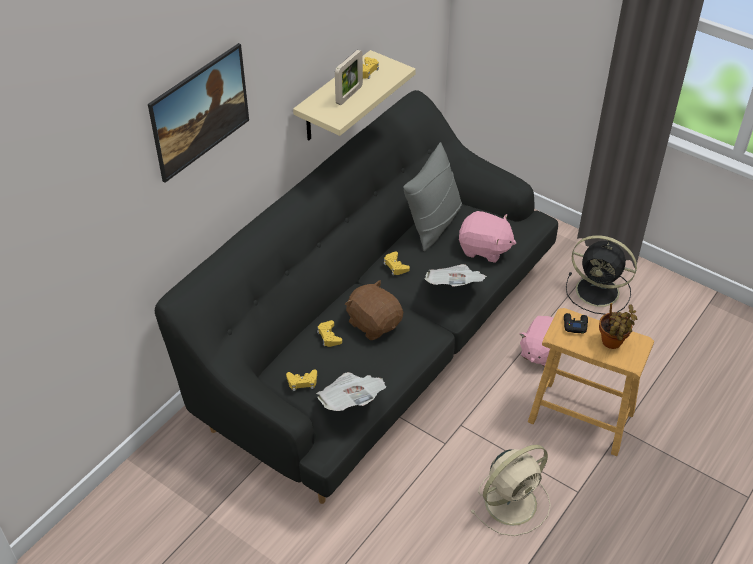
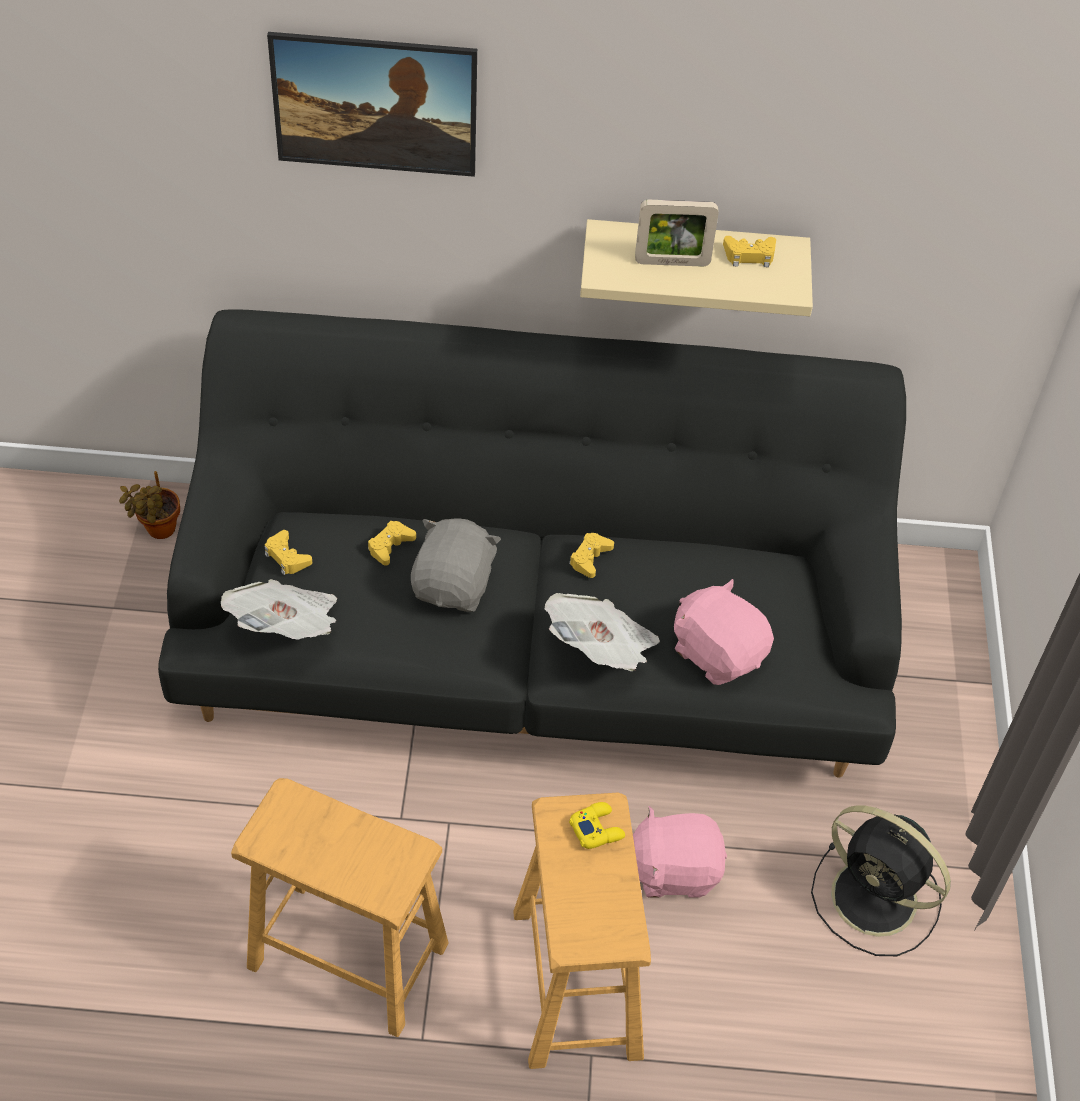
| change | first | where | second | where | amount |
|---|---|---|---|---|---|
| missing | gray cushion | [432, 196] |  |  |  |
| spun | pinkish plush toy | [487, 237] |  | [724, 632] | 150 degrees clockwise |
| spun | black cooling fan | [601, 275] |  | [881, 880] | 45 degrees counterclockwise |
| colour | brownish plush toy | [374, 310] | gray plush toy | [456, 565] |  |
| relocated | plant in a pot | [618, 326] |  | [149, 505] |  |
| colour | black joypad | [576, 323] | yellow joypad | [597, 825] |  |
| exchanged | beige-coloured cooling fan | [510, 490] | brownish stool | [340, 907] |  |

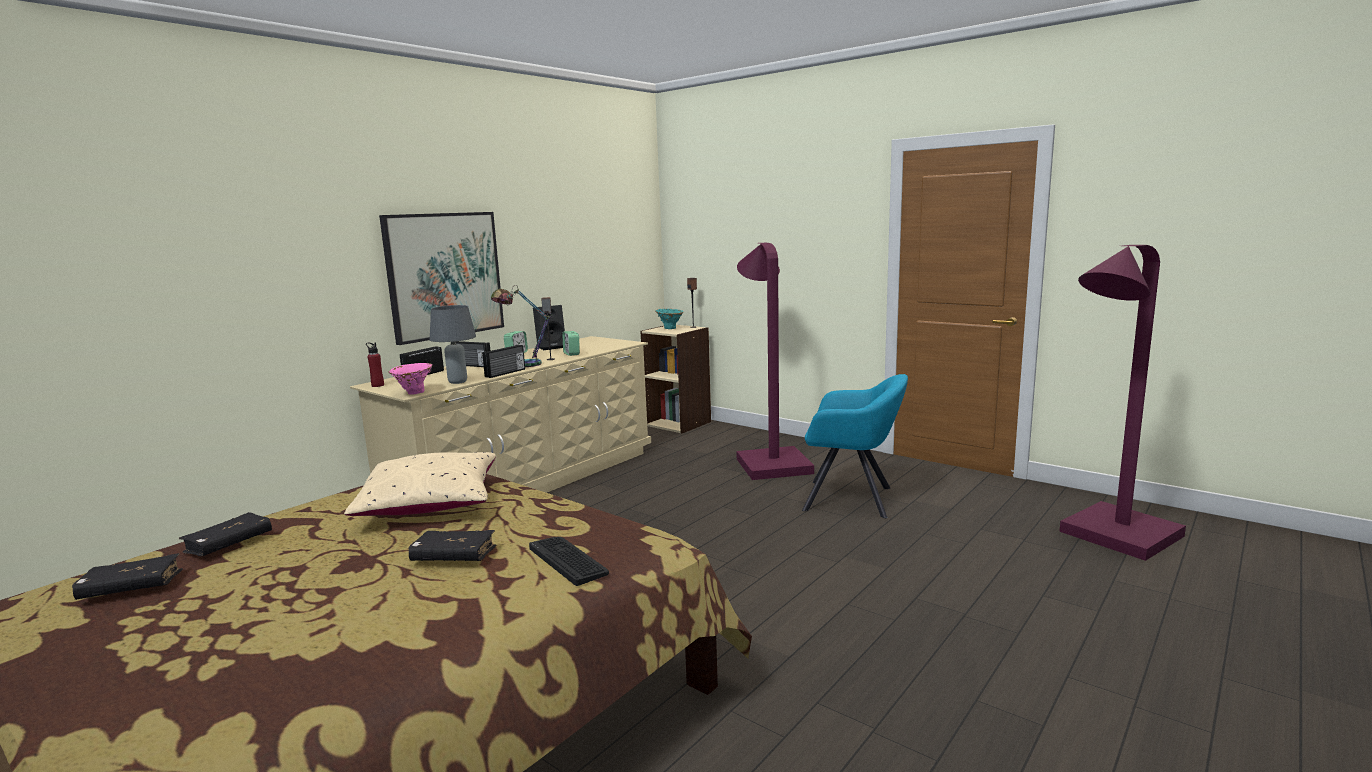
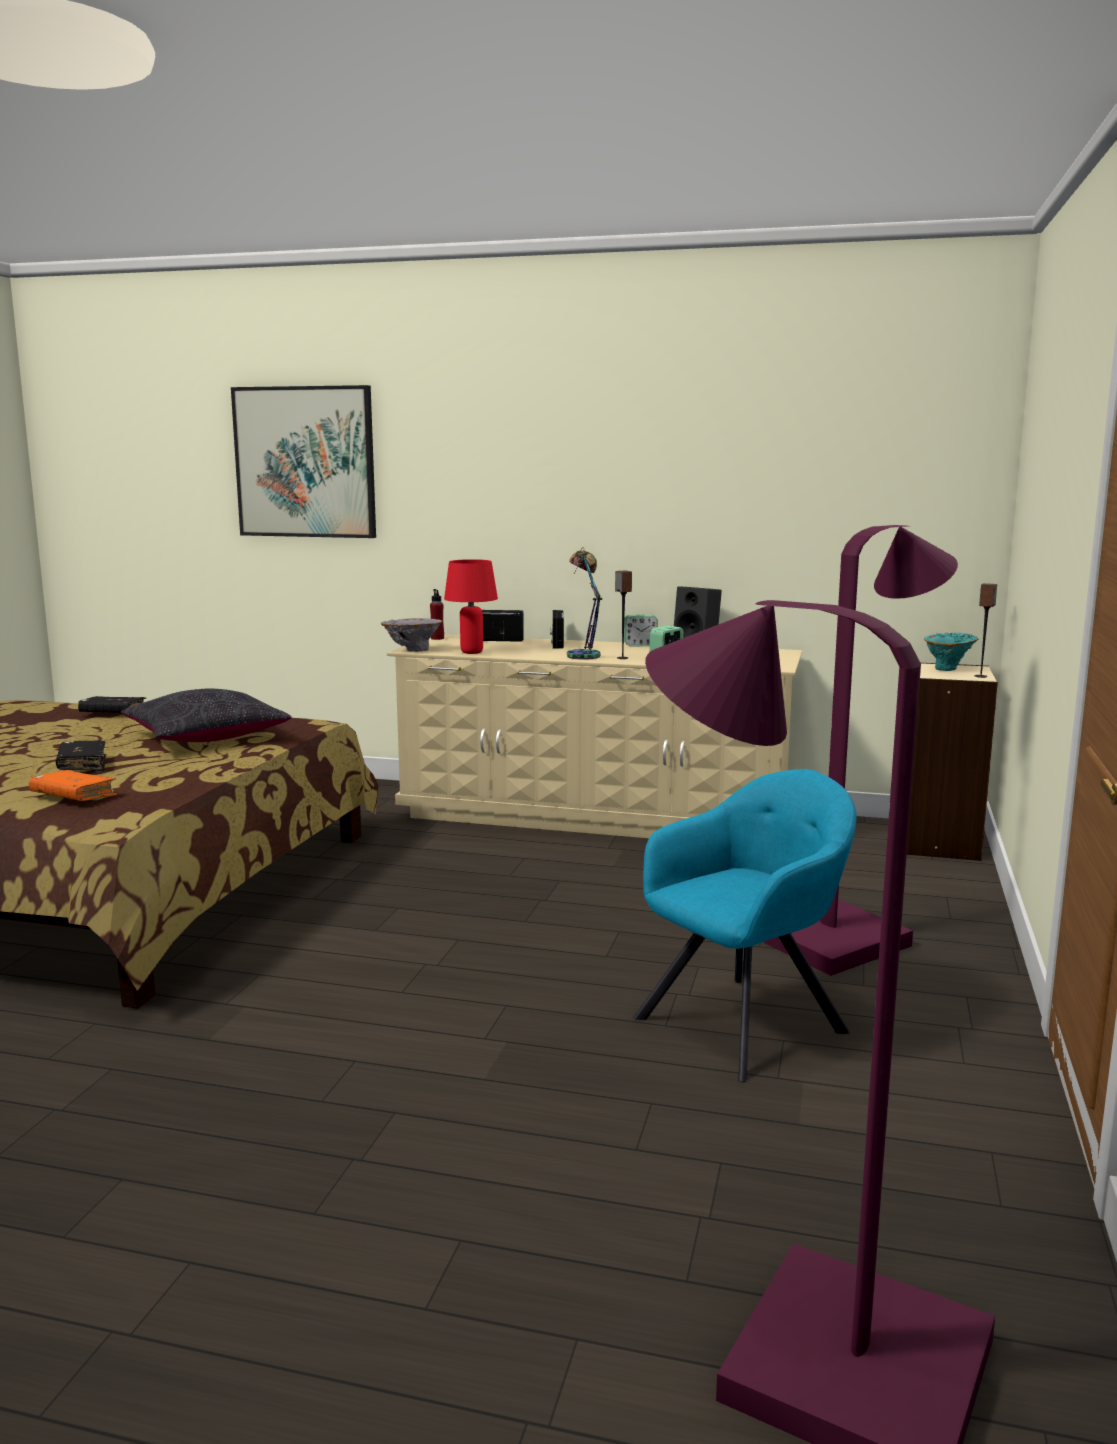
| change | first | where | second | where | amount |
|---|---|---|---|---|---|
| relocated | wall picture | [441, 278] |  | [303, 461] |  |
| colour | gray table lamp | [453, 344] | reddish table lamp | [471, 606] |  |
| missing | radio set | [503, 361] |  |  |  |
| colour | pinkish vase | [410, 379] | gray vase | [411, 635] |  |
| spun | turquoise-coloured lounge chair | [855, 446] |  | [745, 925] | 120 degrees counterclockwise |
| colour | beige-coloured cushion | [420, 484] | black cushion | [206, 715] |  |
| exchanged | computer keyboard | [569, 561] | orange-coloured book | [73, 785] |  |
| missing | black book | [127, 576] |  |  |  |

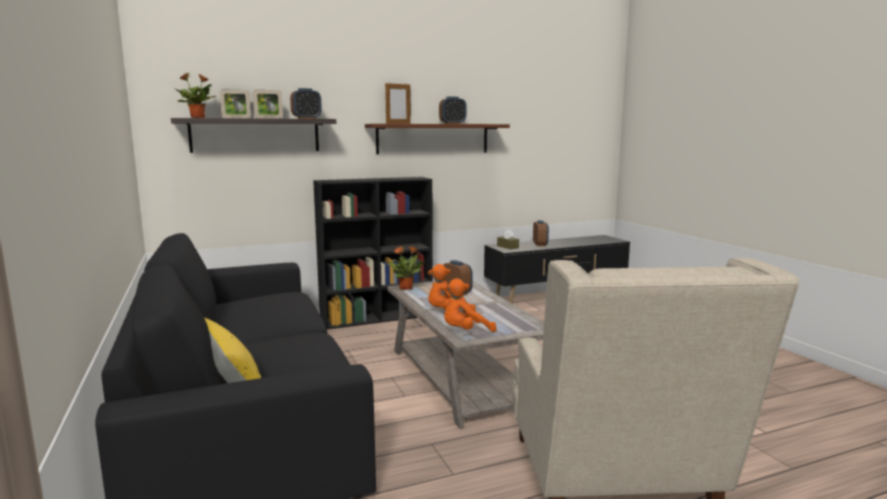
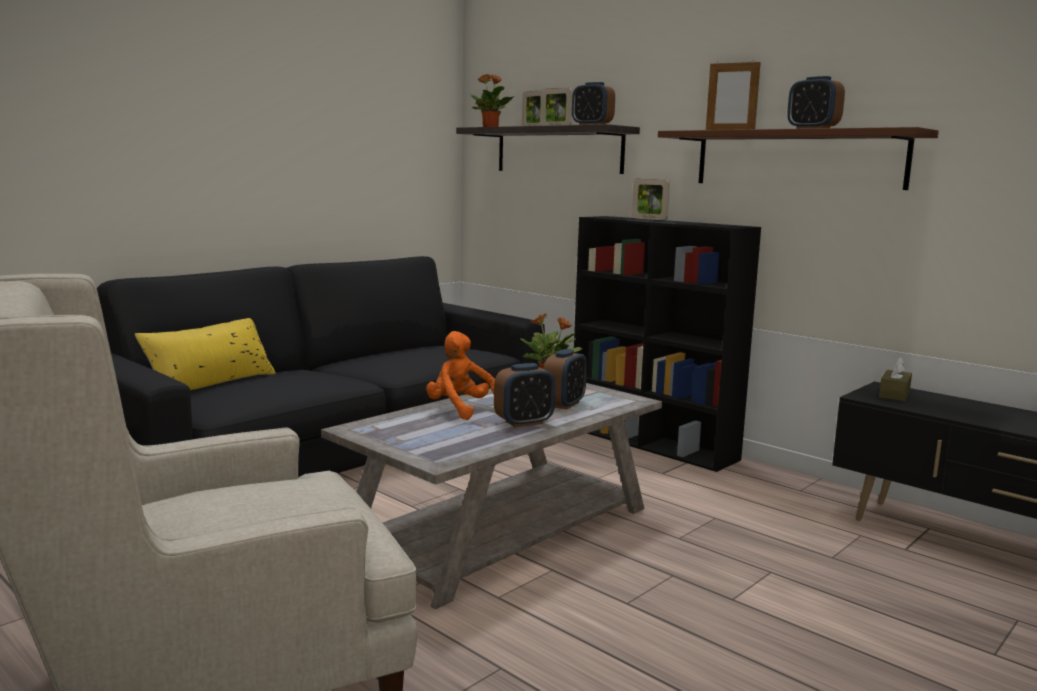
| change | first | where | second | where | amount |
|---|---|---|---|---|---|
| relocated | table clock | [541, 233] |  | [525, 395] |  |
| missing | orange-coloured plush toy | [470, 305] |  |  |  |
| appeared |  |  | photo frame | [651, 199] |  |

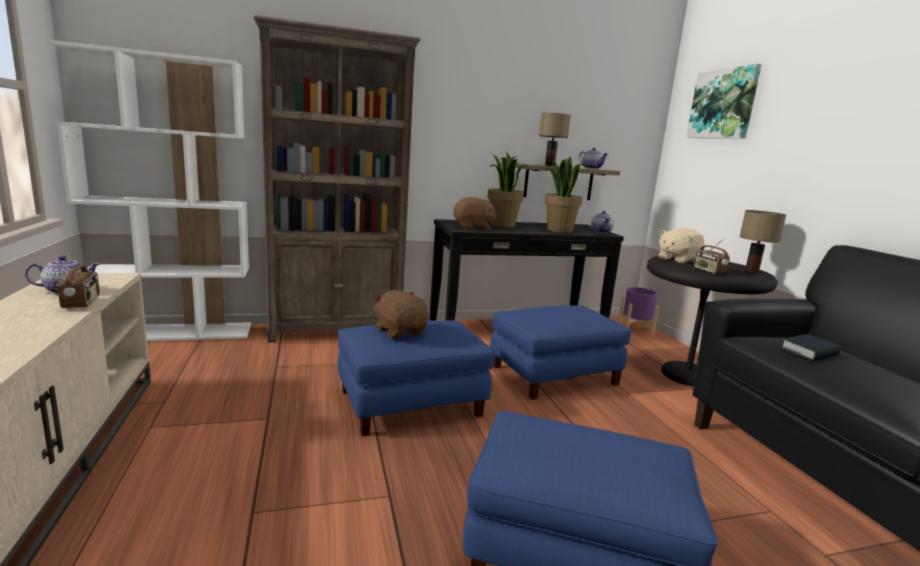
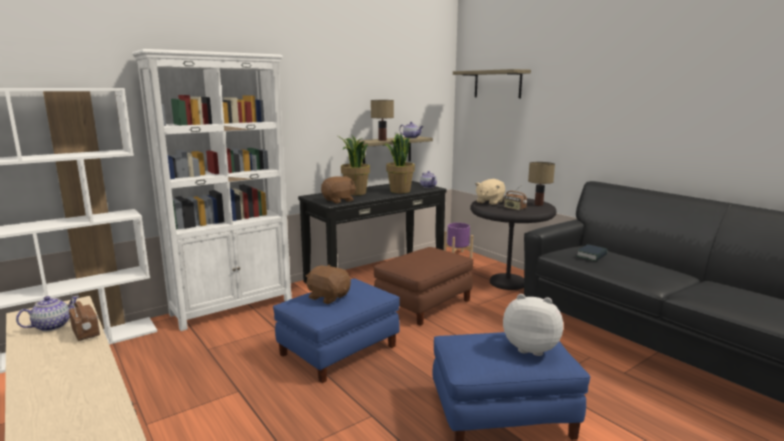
| change | first | where | second | where | amount |
|---|---|---|---|---|---|
| colour | brownish shelving unit | [337, 179] | white-coloured shelving unit | [212, 190] |  |
| exchanged | wall picture | [724, 101] | shelf | [492, 83] |  |
| colour | blue ottoman | [561, 352] | brownish ottoman | [423, 286] |  |
| appeared |  |  | plush toy | [533, 325] |  |

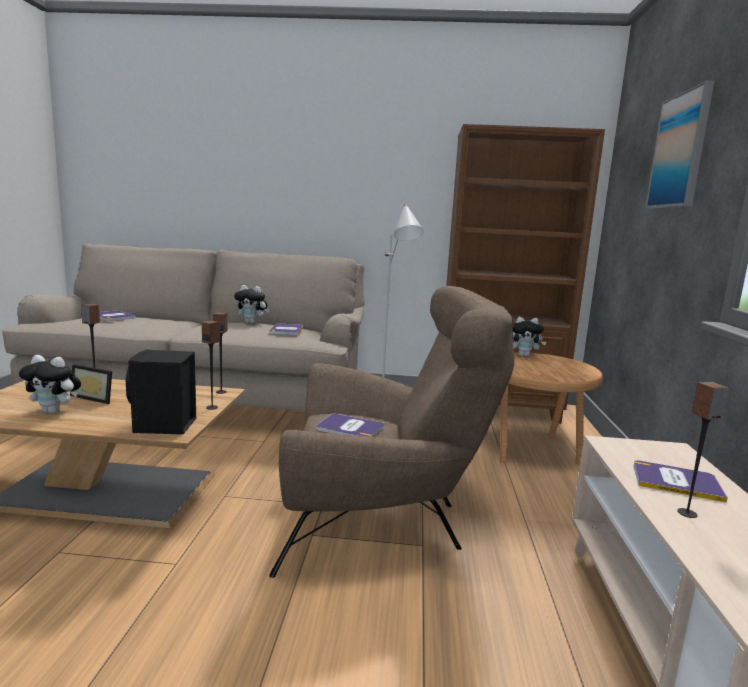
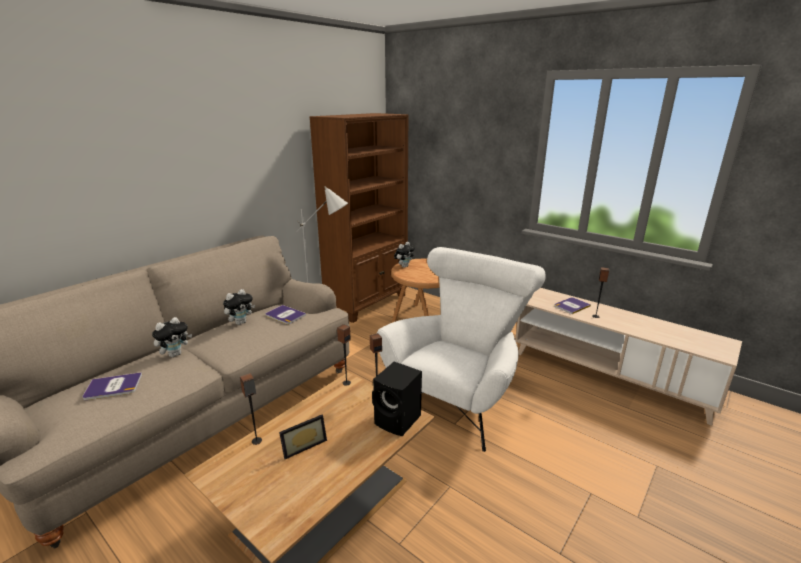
| change | first | where | second | where | amount |
|---|---|---|---|---|---|
| missing | wall picture | [679, 144] |  |  |  |
| colour | brownish lounge chair | [391, 432] | white-coloured lounge chair | [461, 349] |  |
| relocated | plush toy | [50, 384] |  | [172, 337] |  |
| missing | book | [350, 425] |  |  |  |

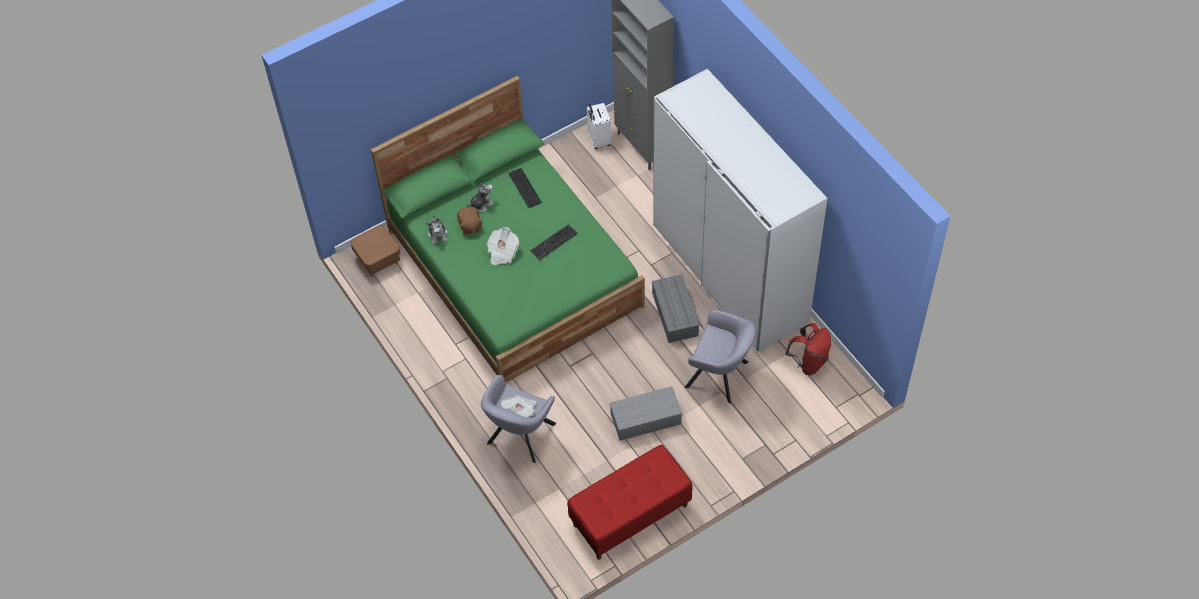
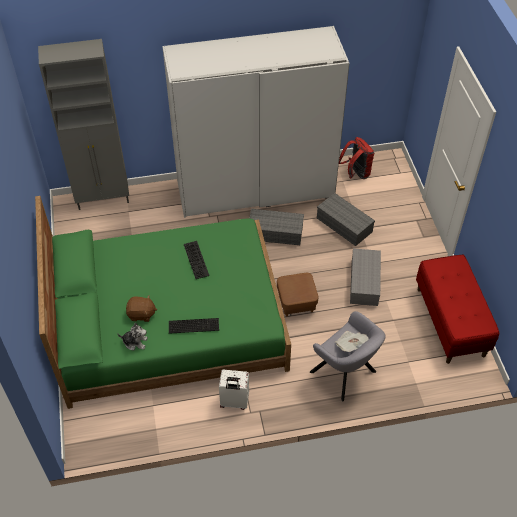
| change | first | where | second | where | amount |
|---|---|---|---|---|---|
| relocated | white-coloured travel case | [599, 126] |  | [234, 390] |  |
| relocated | computer keyboard | [525, 188] |  | [194, 326] |  |
| missing | plush toy | [480, 197] |  |  |  |
| relocated | brownish ottoman | [375, 250] |  | [297, 294] |  |
| missing | daily paper | [503, 246] |  |  |  |
| exchanged | gray lounge chair | [720, 356] | gray storage box | [346, 219] |  |

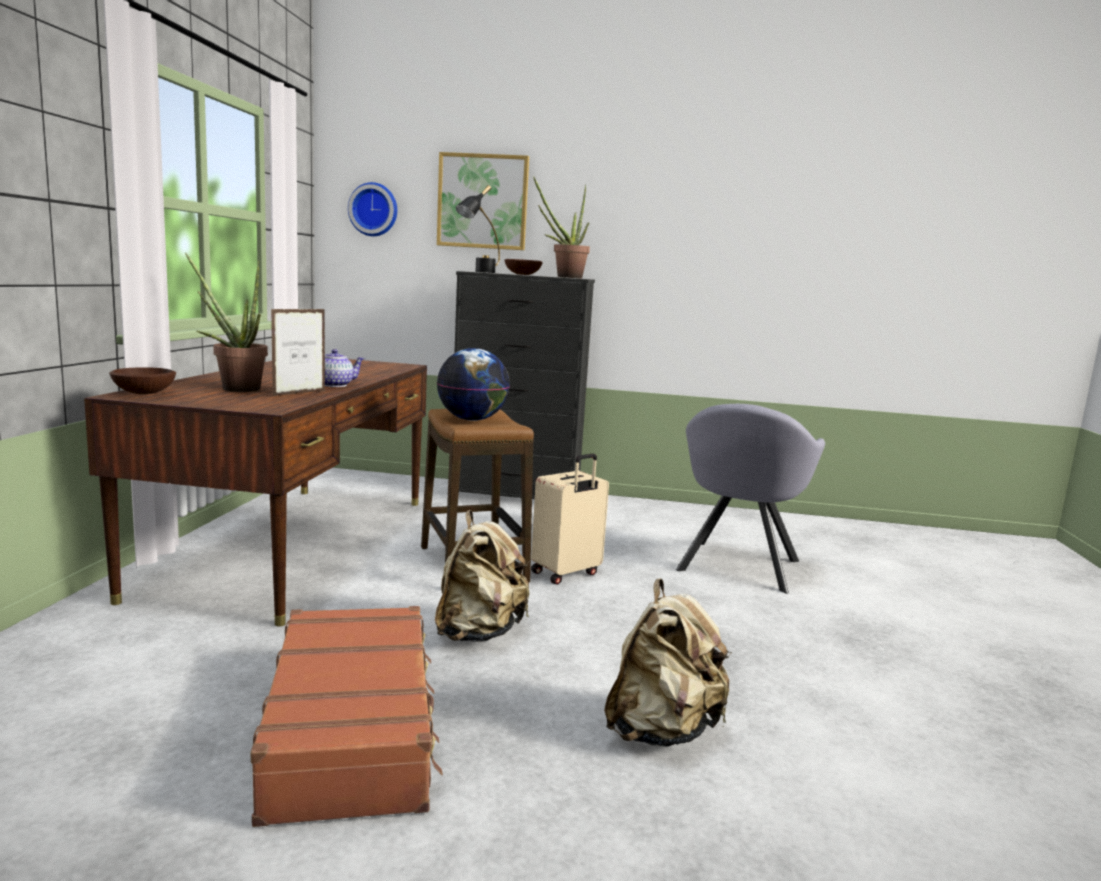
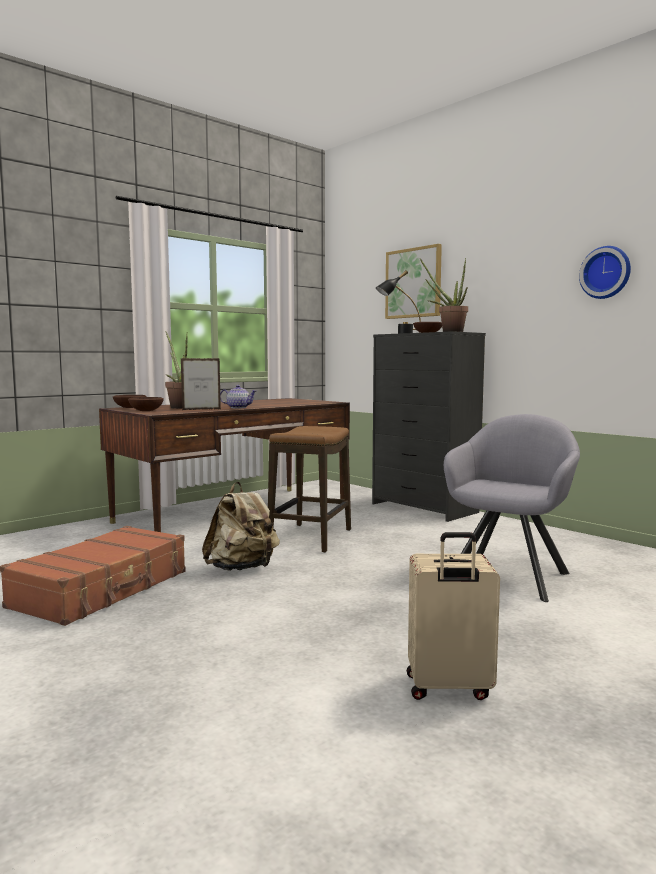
| change | first | where | second | where | amount |
|---|---|---|---|---|---|
| relocated | clock on the wall | [372, 209] |  | [605, 272] |  |
| missing | world globe | [473, 384] |  |  |  |
| spun | gray lounge chair | [750, 498] |  | [512, 508] | 150 degrees clockwise |
| relocated | beige-coloured travel case | [570, 519] |  | [453, 616] |  |
| missing | beige-coloured rucksack | [668, 663] |  |  |  |
| appeared |  |  | brownish bowl | [146, 404] |  |

